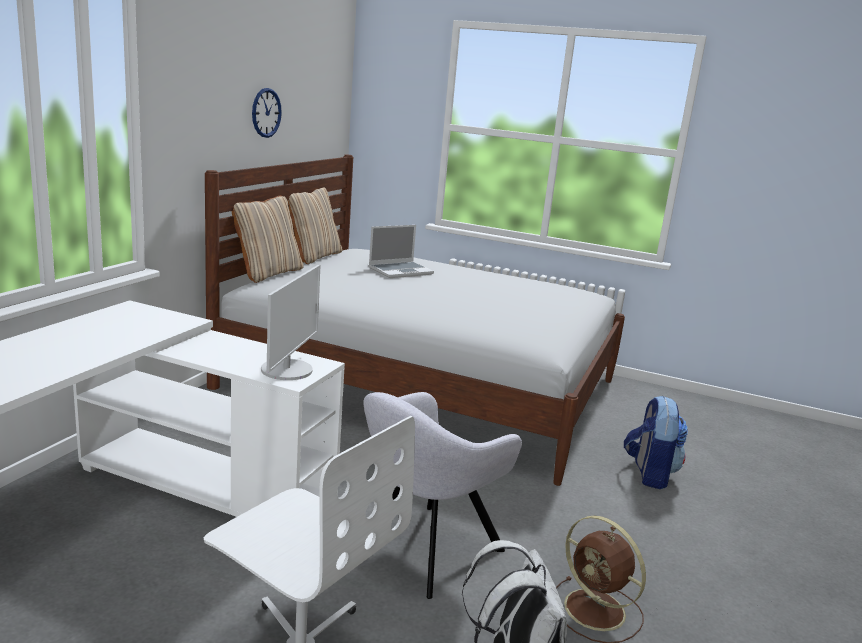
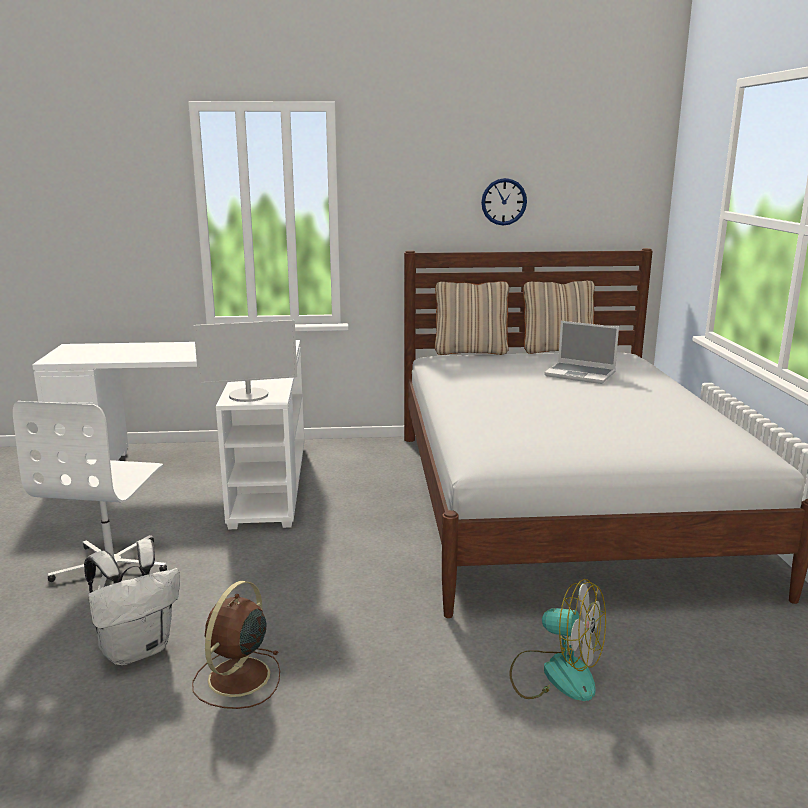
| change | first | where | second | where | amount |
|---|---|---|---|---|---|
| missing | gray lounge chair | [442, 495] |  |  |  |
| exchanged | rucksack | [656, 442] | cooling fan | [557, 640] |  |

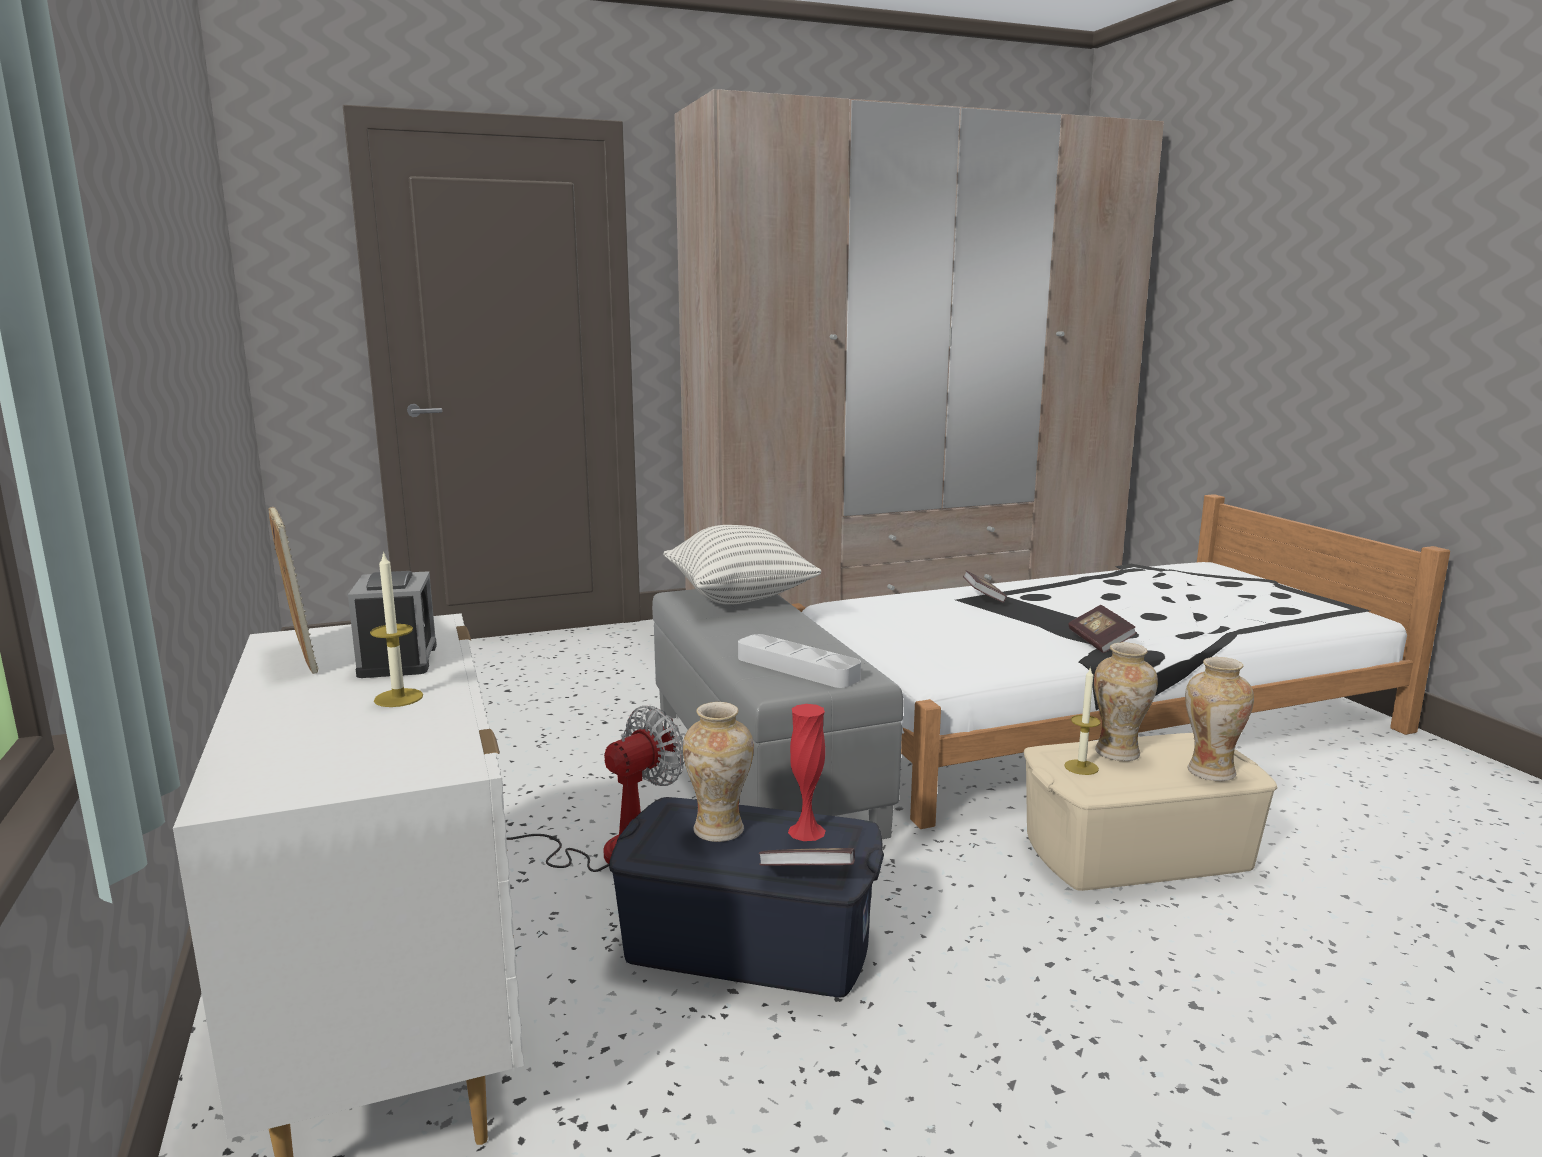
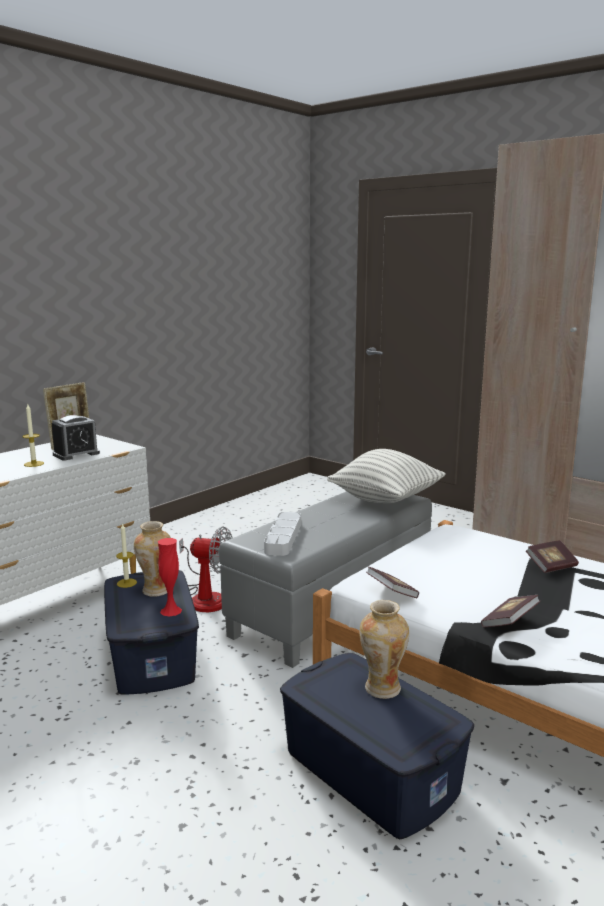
| change | first | where | second | where | amount |
|---|---|---|---|---|---|
| missing | vase | [1219, 719] |  |  |  |
| relocated | candle | [1082, 721] |  | [126, 555] |  |
| colour | beige-coloured storage box | [1150, 812] | blue storage box | [377, 746] |  |
| relocated | book | [807, 857] |  | [392, 582] |  |

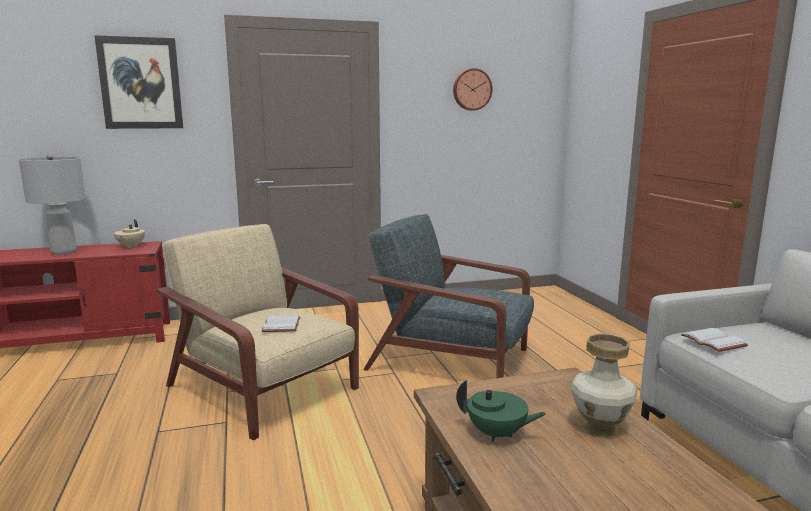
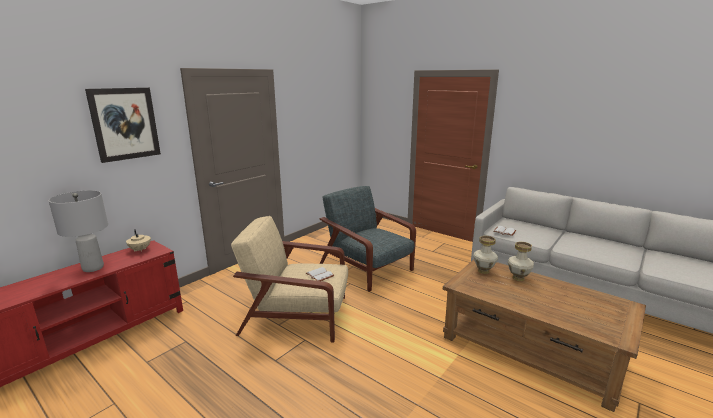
| change | first | where | second | where | amount |
|---|---|---|---|---|---|
| missing | clock on the wall | [473, 89] |  |  |  |
| spun | gray lounge chair | [448, 296] |  | [367, 239] | 60 degrees clockwise |
| missing | green teapot | [501, 411] |  |  |  |
| appeared |  |  | vase | [485, 255] |  |

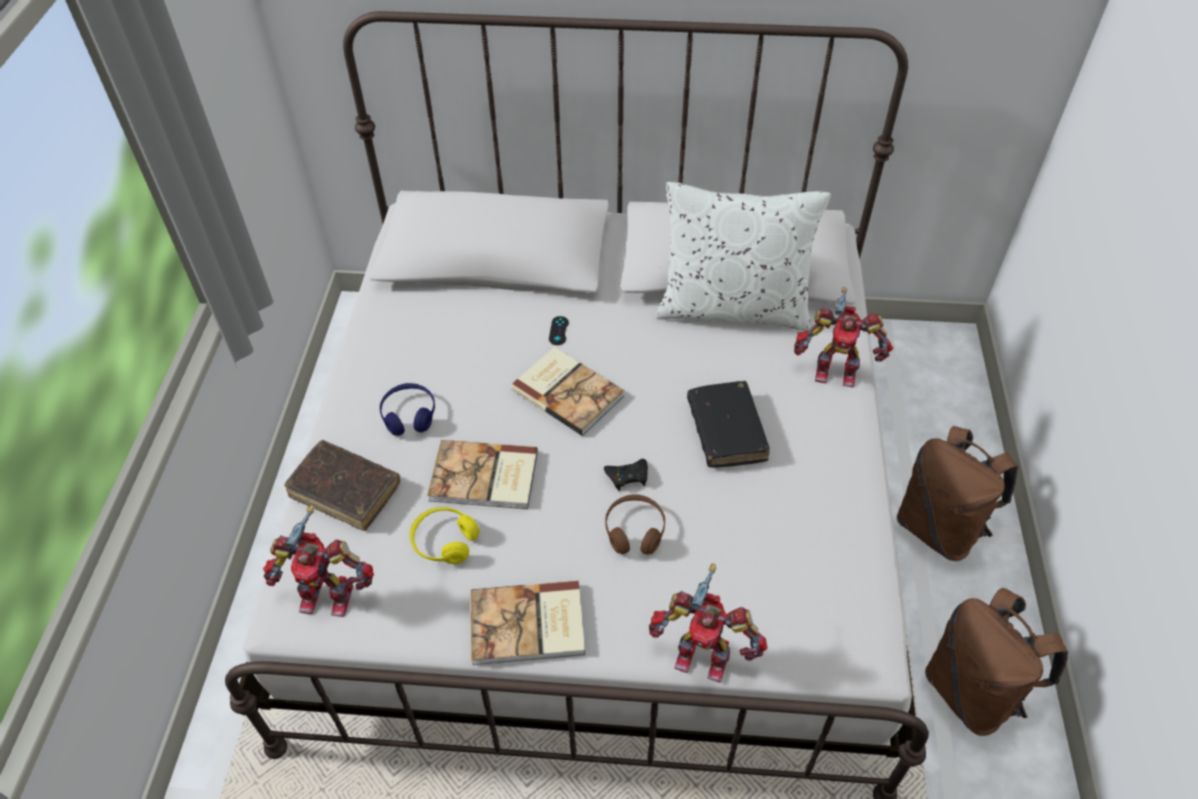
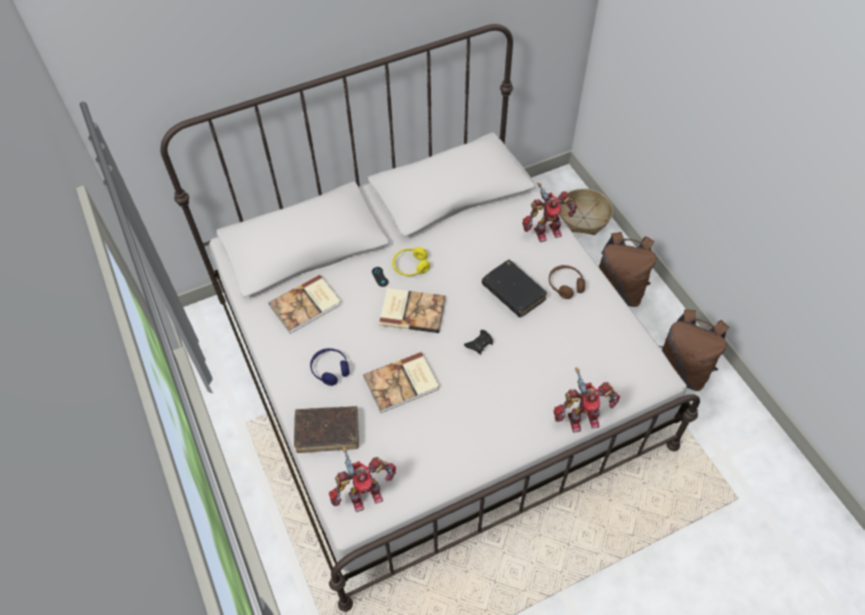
| change | first | where | second | where | amount |
|---|---|---|---|---|---|
| missing | white-coloured cushion | [743, 256] |  |  |  |
| relocated | brownish headphones | [635, 524] |  | [567, 282] |  |
| relocated | yellow headphones | [445, 535] |  | [411, 261] |  |
| relocated | book | [528, 622] |  | [305, 304] |  |
| appeared |  |  | basket | [586, 211] |  |

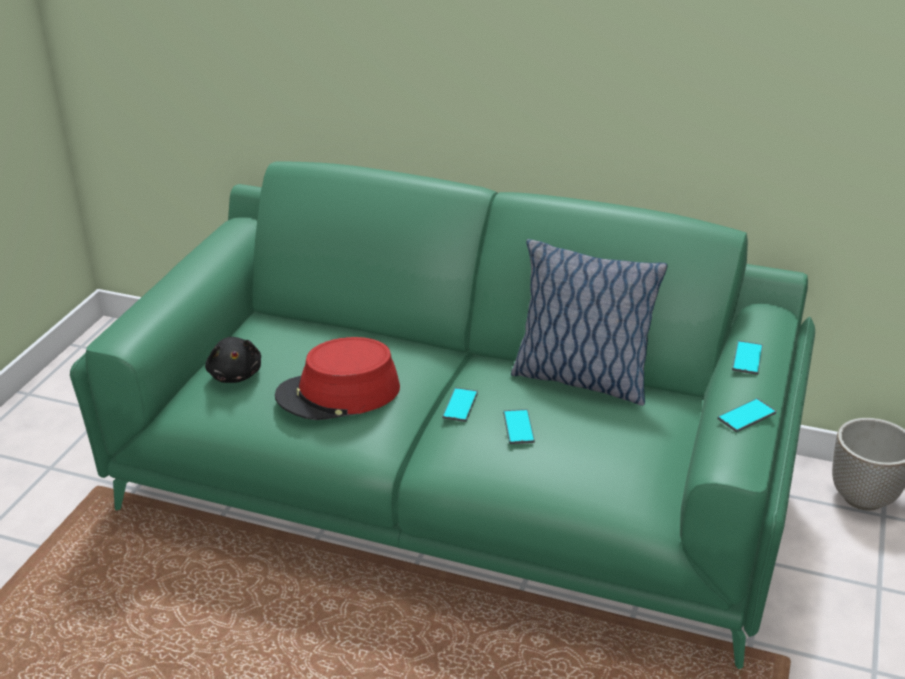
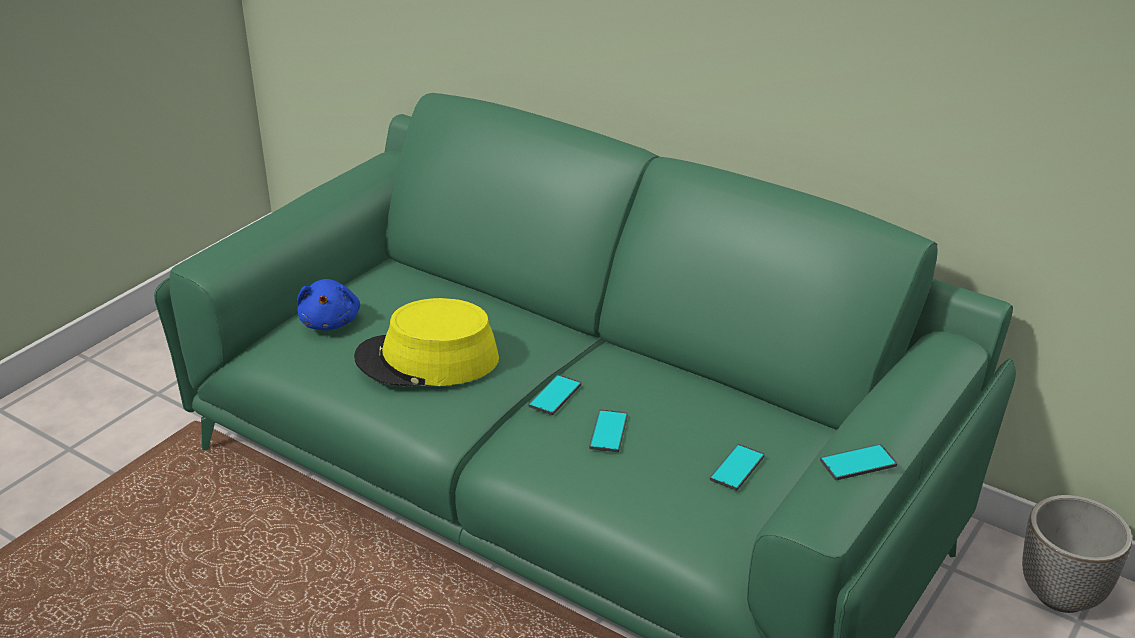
| change | first | where | second | where | amount |
|---|---|---|---|---|---|
| missing | cushion | [589, 322] |  |  |  |
| colour | black plush toy | [233, 360] | blue plush toy | [328, 305] |  |
| colour | reddish wearable hat | [337, 378] | yellow wearable hat | [426, 342] |  |
| relocated | handset | [747, 357] |  | [737, 467] |  |

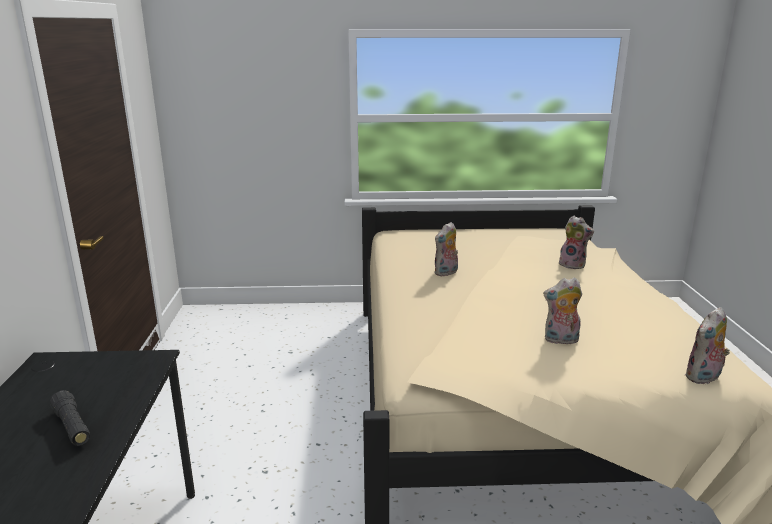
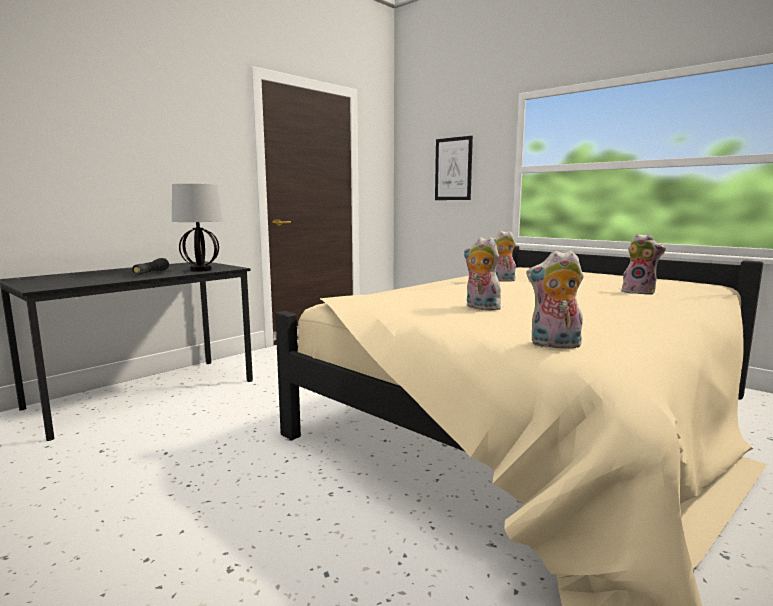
| change | first | where | second | where | amount |
|---|---|---|---|---|---|
| spun | plush toy | [576, 242] |  | [643, 264] | 45 degrees counterclockwise |
| appeared |  |  | wall picture | [454, 168] |  |
| appeared |  |  | table lamp | [197, 228] |  |

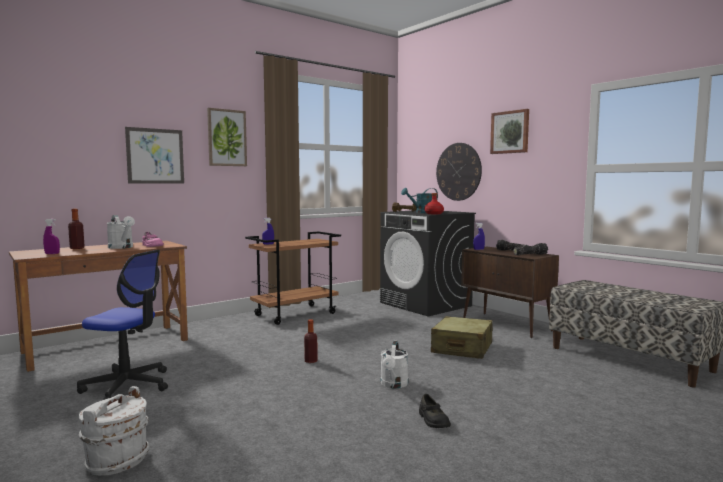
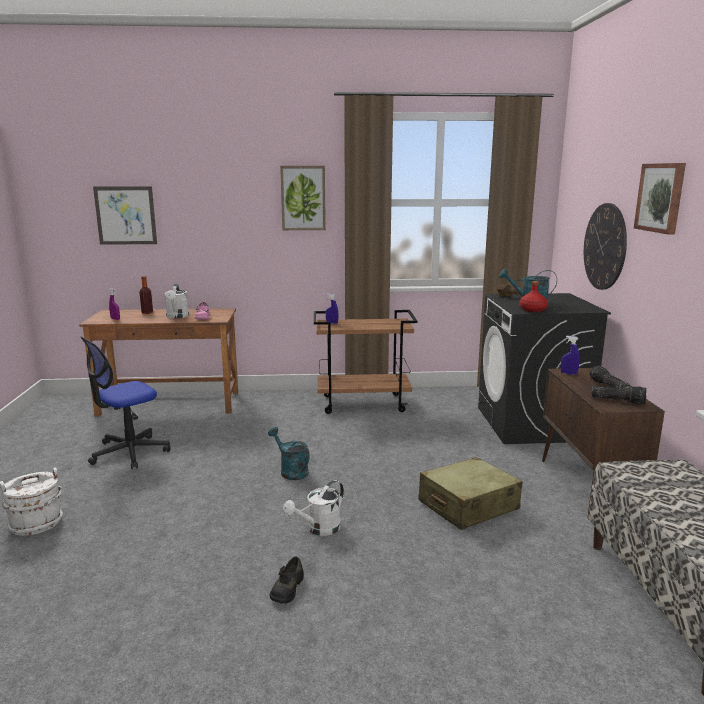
| change | first | where | second | where | amount |
|---|---|---|---|---|---|
| relocated | wall picture | [154, 155] |  | [125, 215] |  |
| spun | computer chair | [122, 325] |  | [126, 402] | 90 degrees clockwise |
| exchanged | drink bottle | [311, 341] | turquoise-coloured watering pot | [289, 453] |  |

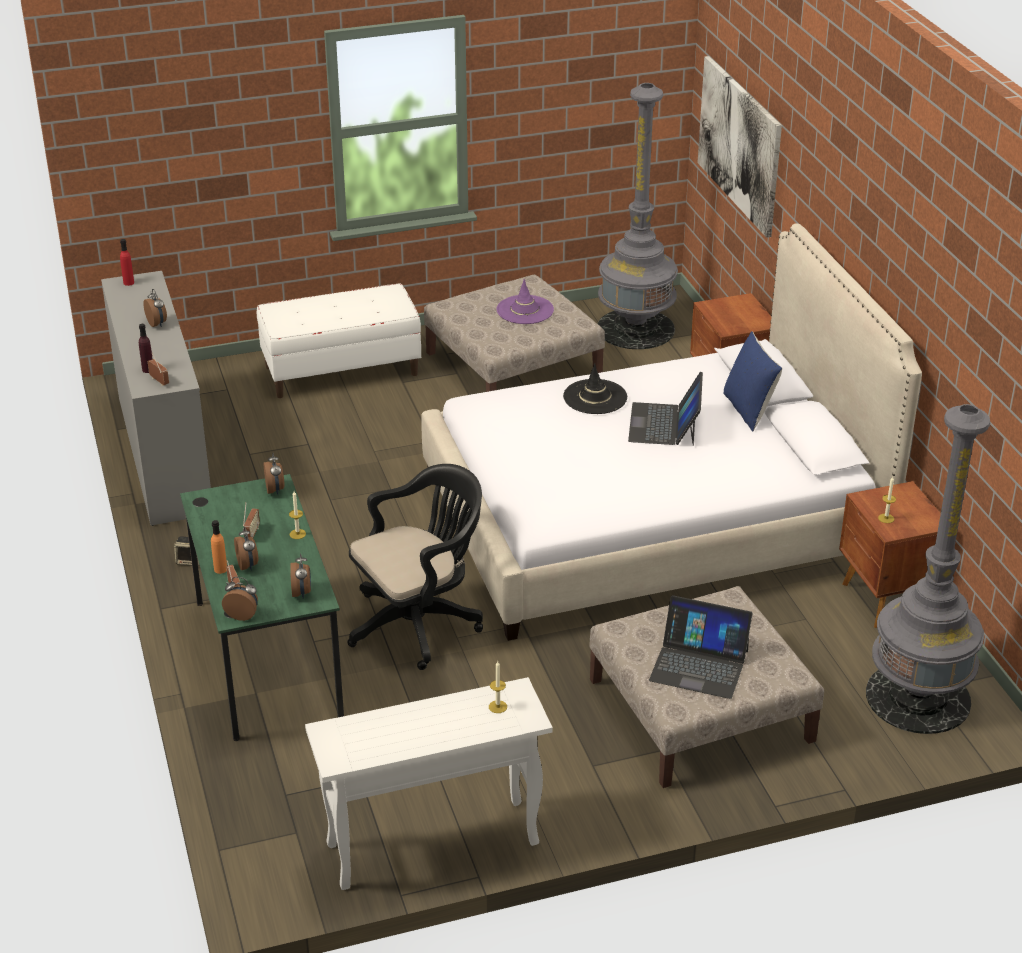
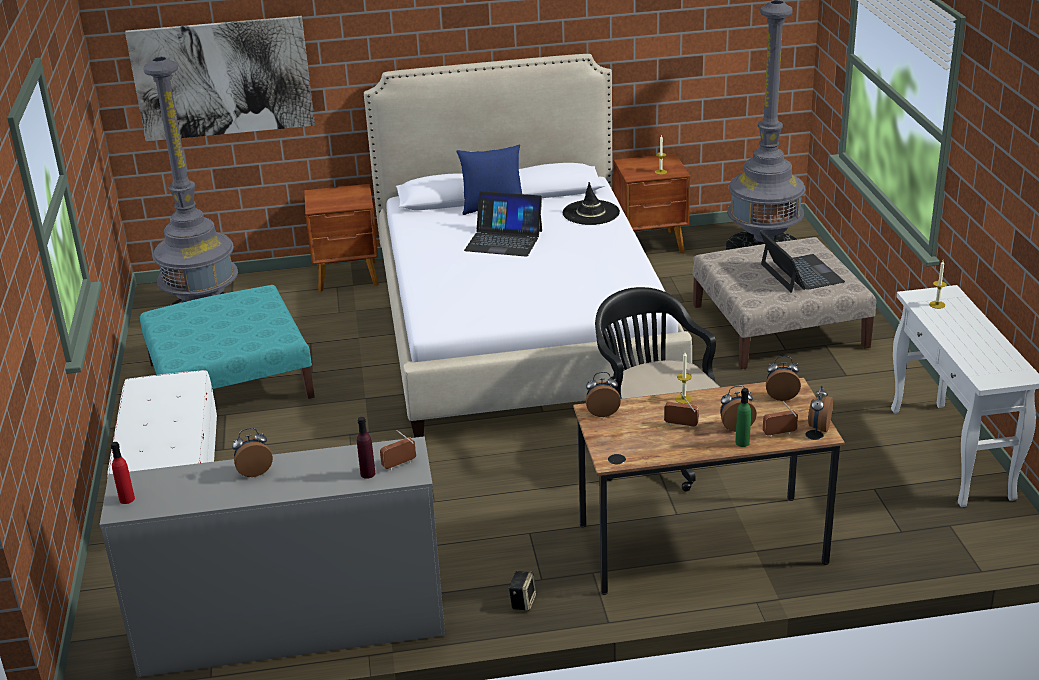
| change | first | where | second | where | amount |
|---|---|---|---|---|---|
| colour | beige-coloured ottoman | [514, 333] | turquoise-coloured ottoman | [227, 342] |  |
| missing | purple wearable hat | [525, 301] |  |  |  |
| relocated | black wearable hat | [595, 388] |  | [591, 203] |  |
| colour | green desk table | [262, 607] | brownish desk table | [709, 486] |  |
| colour | orange-coloured drink bottle | [219, 547] | green drink bottle | [743, 417] |  |
| spun | laptop | [701, 647] |  | [802, 261] | 45 degrees counterclockwise |

